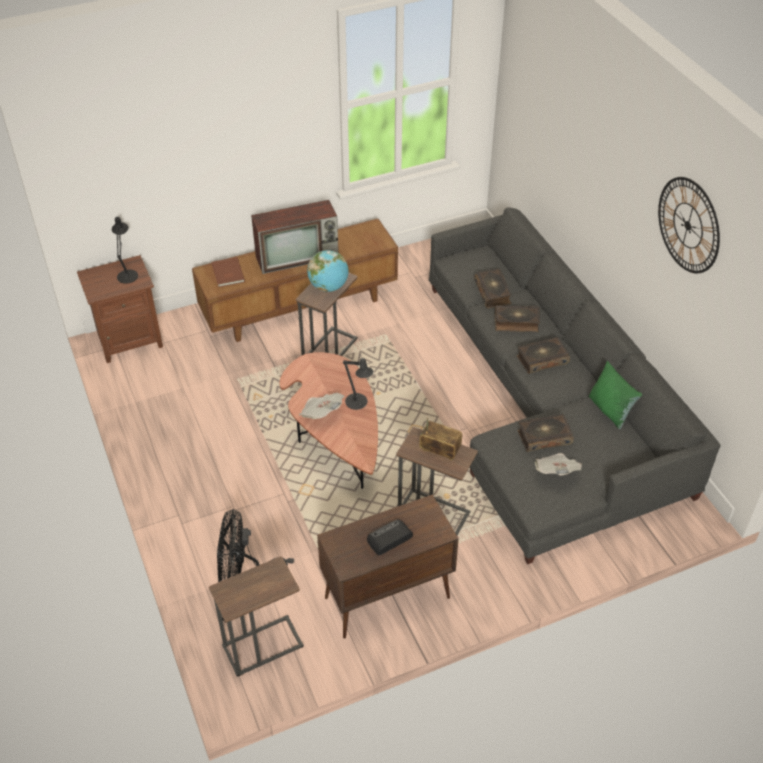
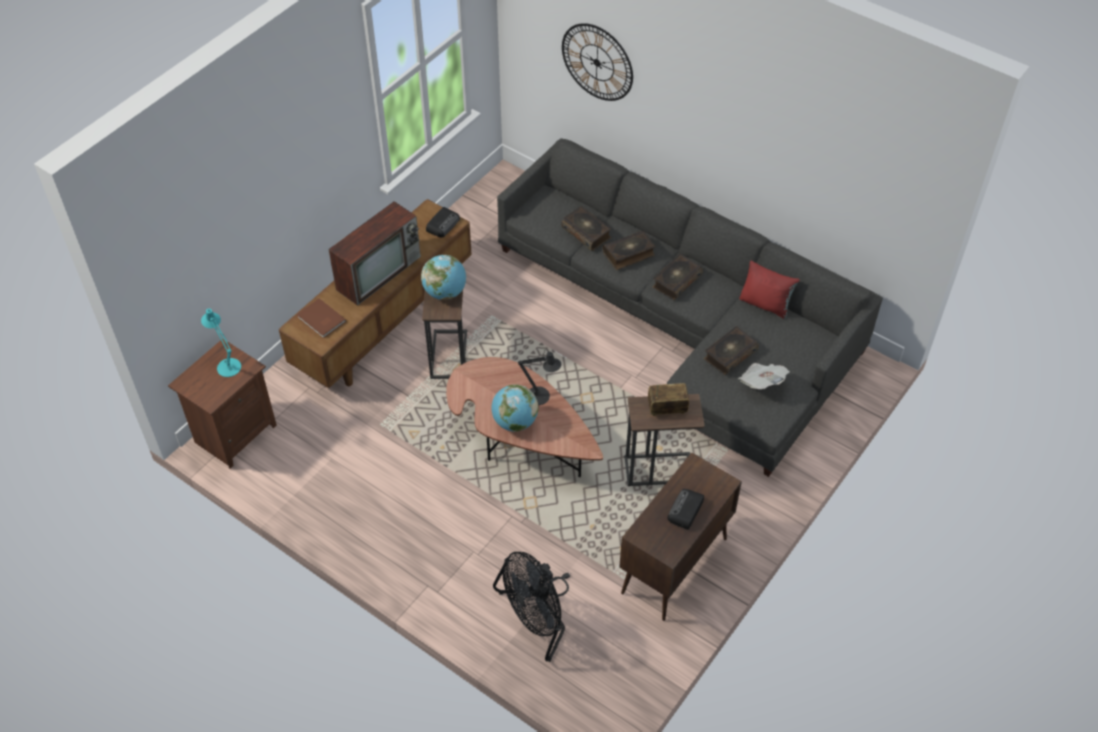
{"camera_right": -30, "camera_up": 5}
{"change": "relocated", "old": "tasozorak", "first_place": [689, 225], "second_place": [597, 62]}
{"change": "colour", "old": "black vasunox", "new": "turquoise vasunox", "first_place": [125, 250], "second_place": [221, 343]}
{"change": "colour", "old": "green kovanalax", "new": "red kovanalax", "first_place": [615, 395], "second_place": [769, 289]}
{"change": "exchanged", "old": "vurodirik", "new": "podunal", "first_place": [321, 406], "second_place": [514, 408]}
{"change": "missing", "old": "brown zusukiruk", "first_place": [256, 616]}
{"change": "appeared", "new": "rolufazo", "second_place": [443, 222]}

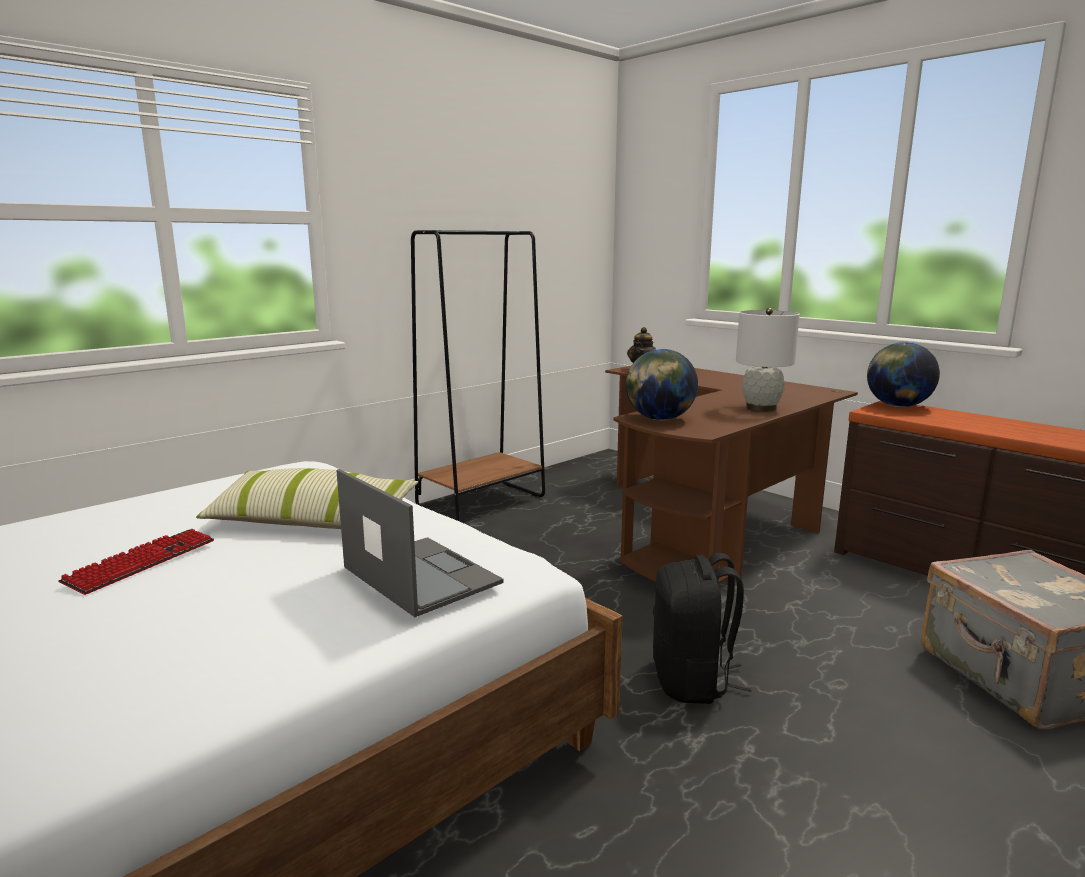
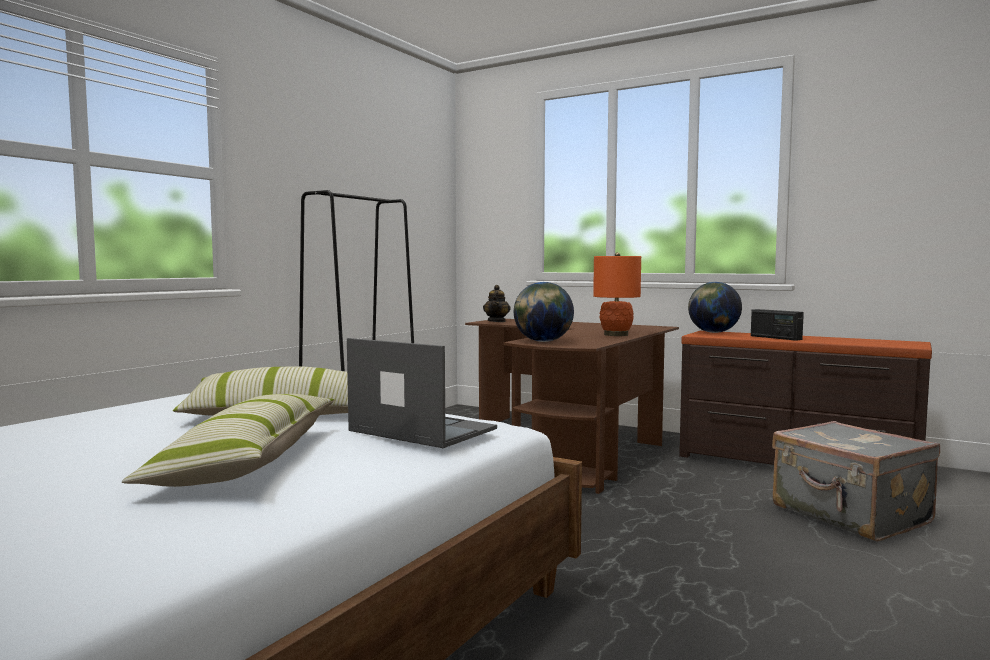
{"camera_right": -15, "camera_up": -10}
{"change": "colour", "old": "white vasunox", "new": "orange vasunox", "first_place": [768, 359], "second_place": [617, 294]}
{"change": "missing", "old": "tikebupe", "first_place": [136, 562]}
{"change": "missing", "old": "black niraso", "first_place": [702, 628]}
{"change": "appeared", "new": "rolufazo", "second_place": [777, 325]}
{"change": "appeared", "new": "kovanalax", "second_place": [228, 440]}

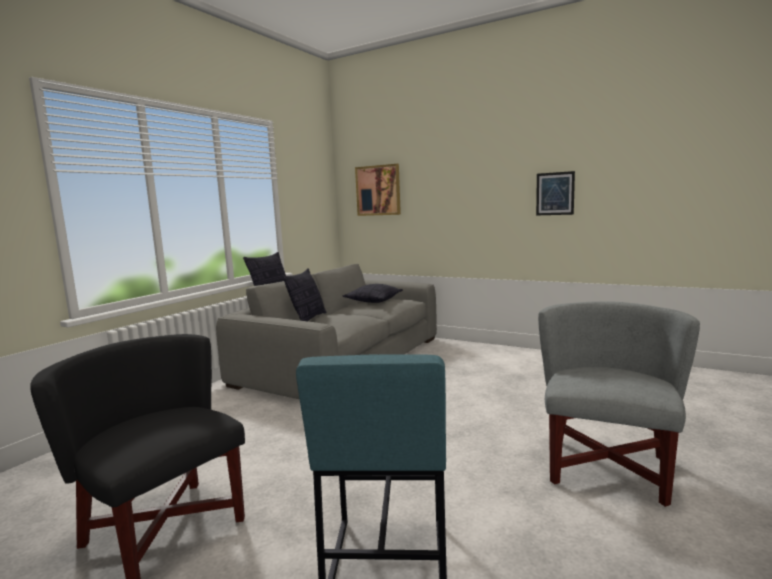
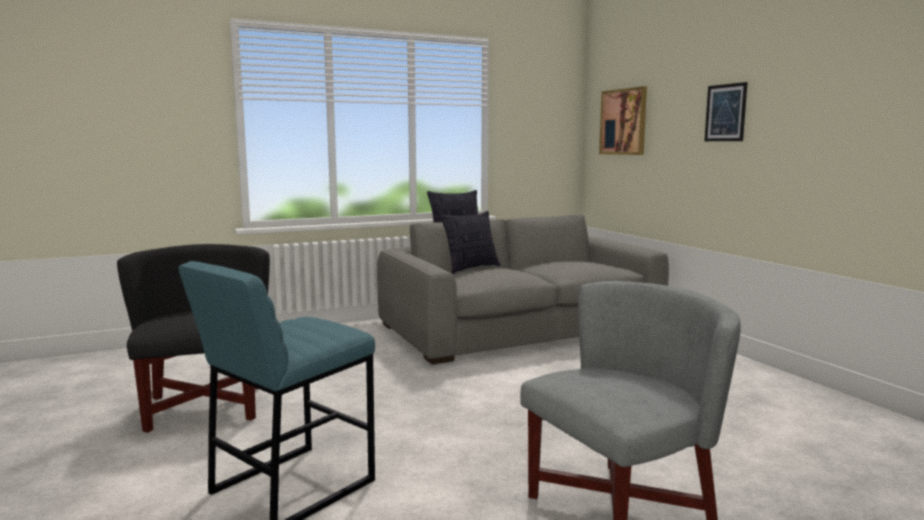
{"camera_right": 35, "camera_up": 0}
{"change": "relocated", "old": "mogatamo", "first_place": [555, 193], "second_place": [726, 111]}
{"change": "missing", "old": "kovanalax", "first_place": [373, 293]}

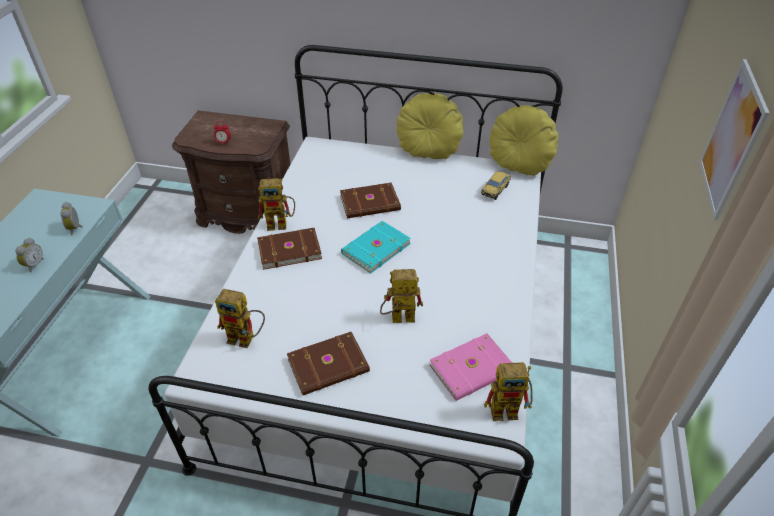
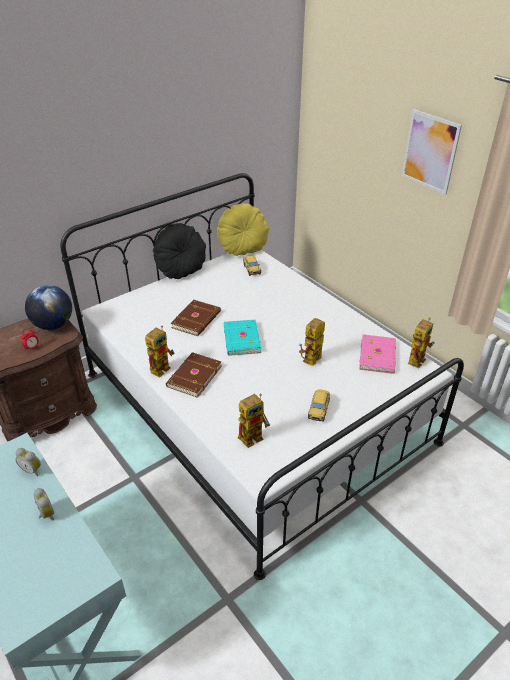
{"camera_right": -50, "camera_up": -5}
{"change": "colour", "old": "yellow kovanalax", "new": "black kovanalax", "first_place": [430, 126], "second_place": [179, 251]}
{"change": "exchanged", "old": "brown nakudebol", "new": "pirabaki", "first_place": [328, 363], "second_place": [319, 405]}
{"change": "appeared", "new": "podunal", "second_place": [48, 307]}

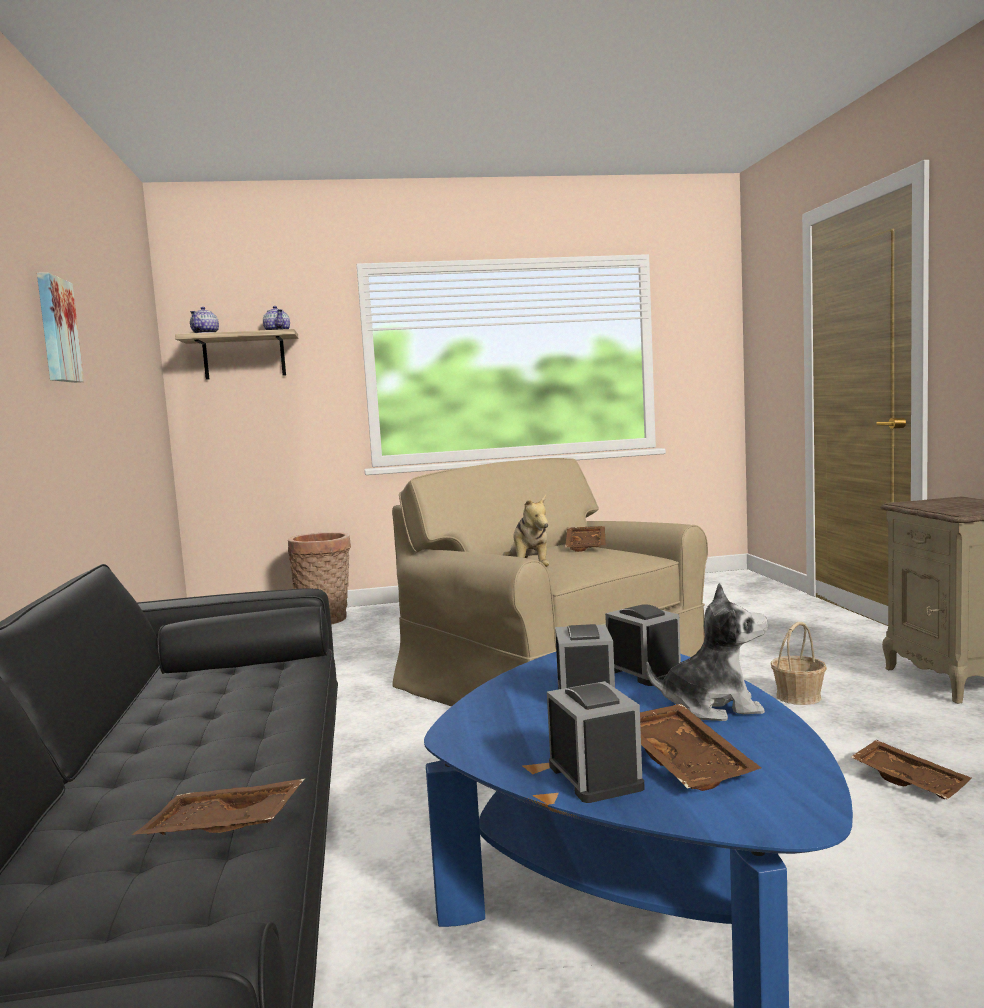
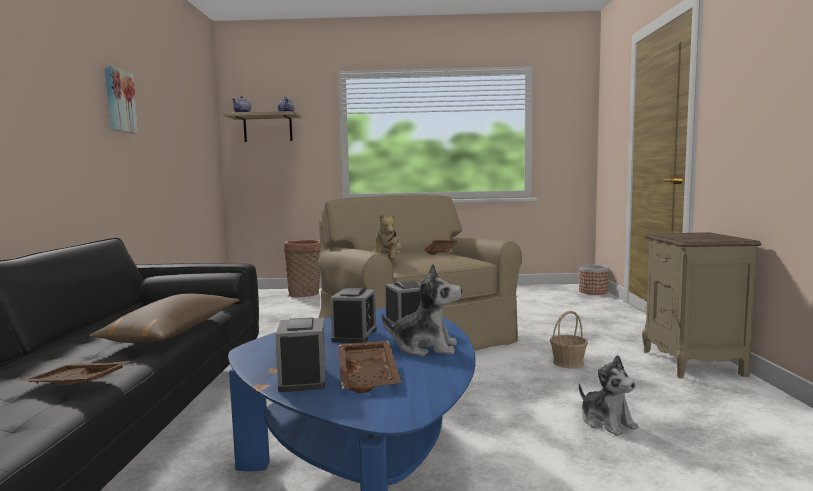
{"camera_right": 10, "camera_up": 0}
{"change": "exchanged", "old": "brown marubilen", "new": "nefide", "first_place": [911, 769], "second_place": [609, 395]}
{"change": "appeared", "new": "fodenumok", "second_place": [594, 279]}
{"change": "appeared", "new": "brown kovanalax", "second_place": [164, 318]}

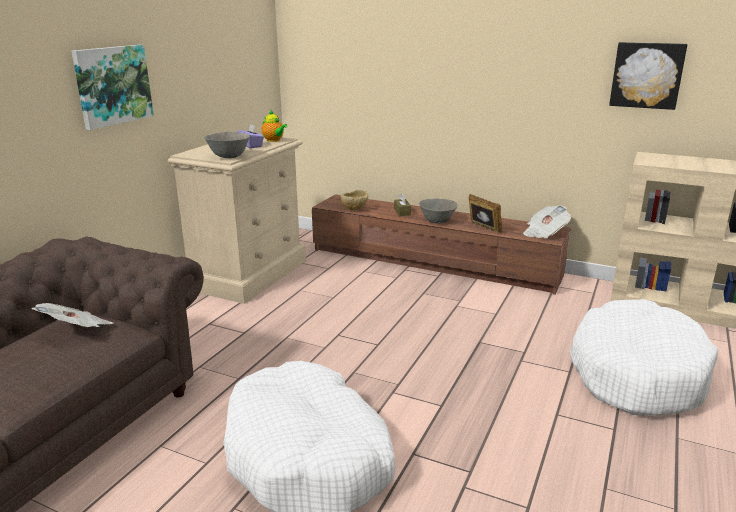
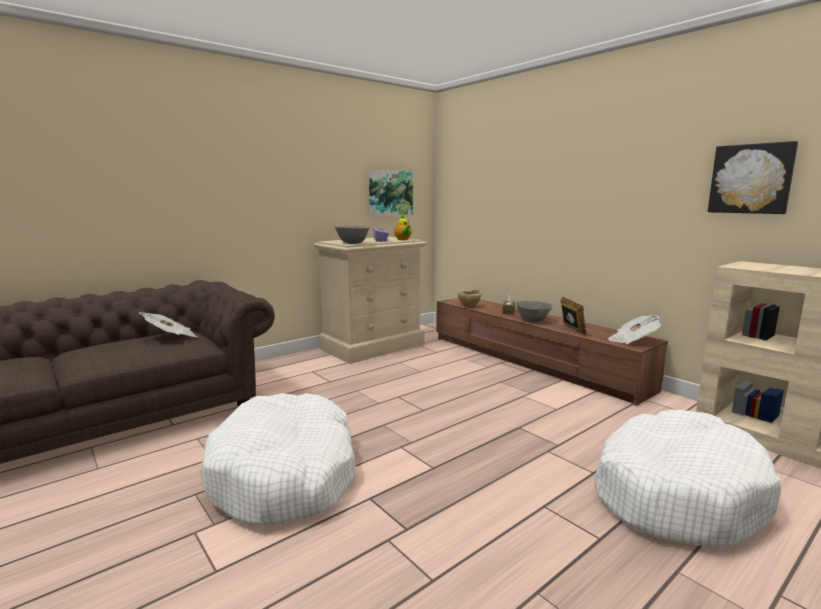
{"camera_right": 25, "camera_up": -10}
{"change": "relocated", "old": "mogatamo", "first_place": [112, 87], "second_place": [391, 193]}

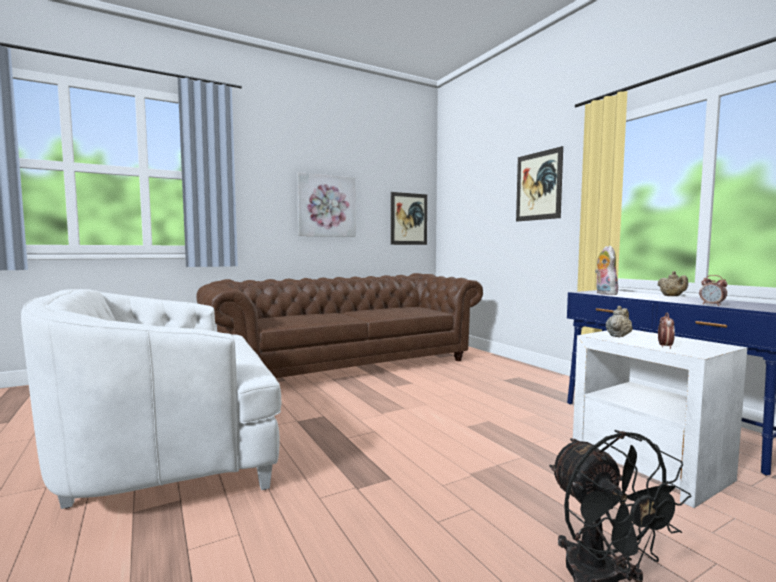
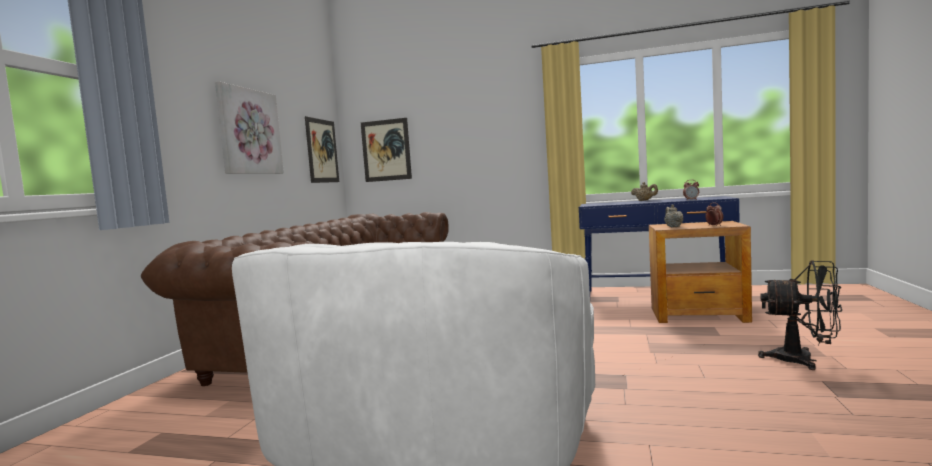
{"camera_right": -45, "camera_up": 0}
{"change": "relocated", "old": "mogatamo", "first_place": [539, 184], "second_place": [386, 150]}
{"change": "missing", "old": "nefide", "first_place": [606, 270]}
{"change": "colour", "old": "white zusukiruk", "new": "brown zusukiruk", "first_place": [660, 419], "second_place": [700, 272]}

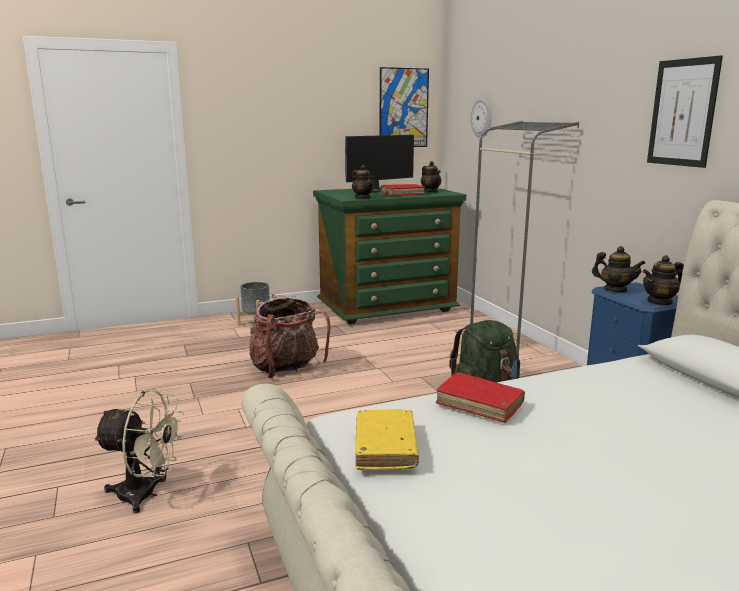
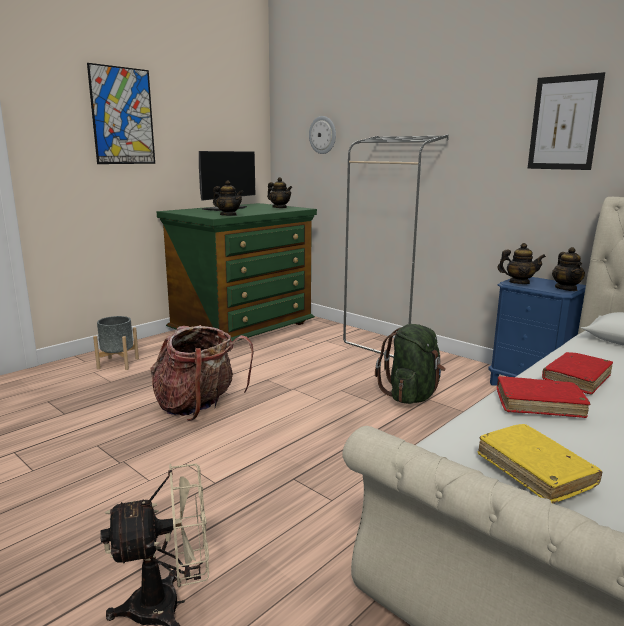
{"camera_right": -25, "camera_up": 0}
{"change": "relocated", "old": "mogatamo", "first_place": [404, 107], "second_place": [121, 113]}
{"change": "relocated", "old": "red nakudebol", "first_place": [403, 190], "second_place": [577, 373]}
{"change": "spun", "old": "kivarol", "first_place": [663, 280], "second_place": [568, 269], "degrees": -45}

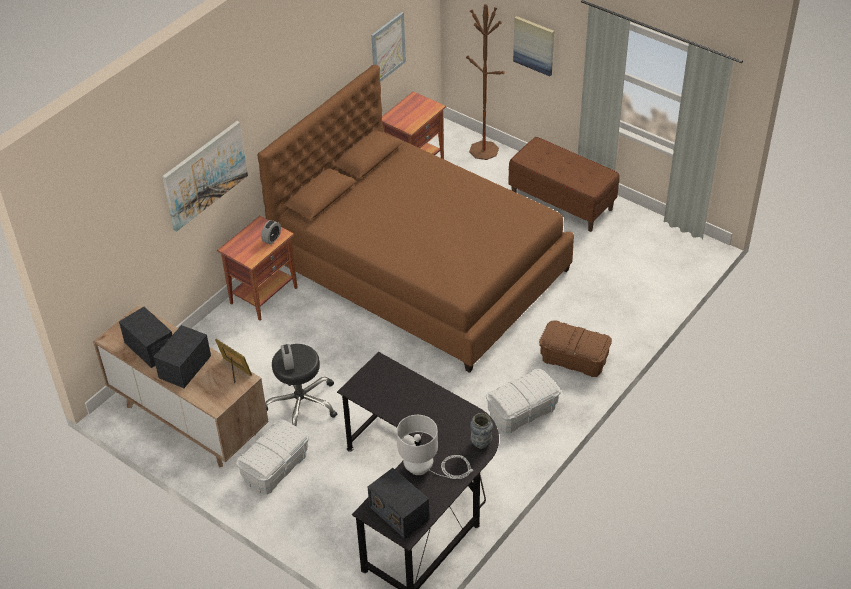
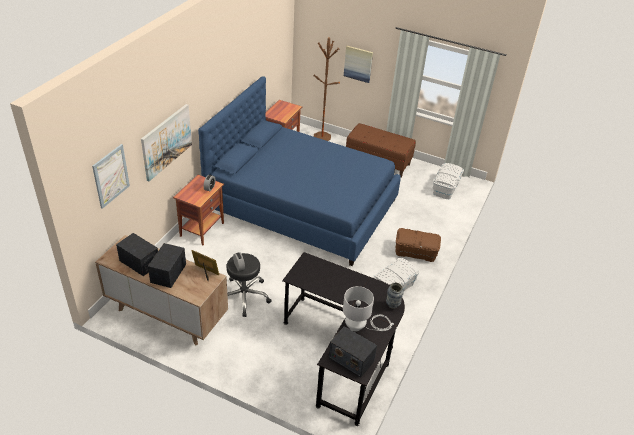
{"camera_right": -15, "camera_up": -5}
{"change": "relocated", "old": "mogatamo", "first_place": [388, 47], "second_place": [111, 176]}
{"change": "colour", "old": "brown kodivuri", "new": "blue kodivuri", "first_place": [416, 219], "second_place": [299, 171]}
{"change": "relocated", "old": "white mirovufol", "first_place": [272, 457], "second_place": [448, 181]}

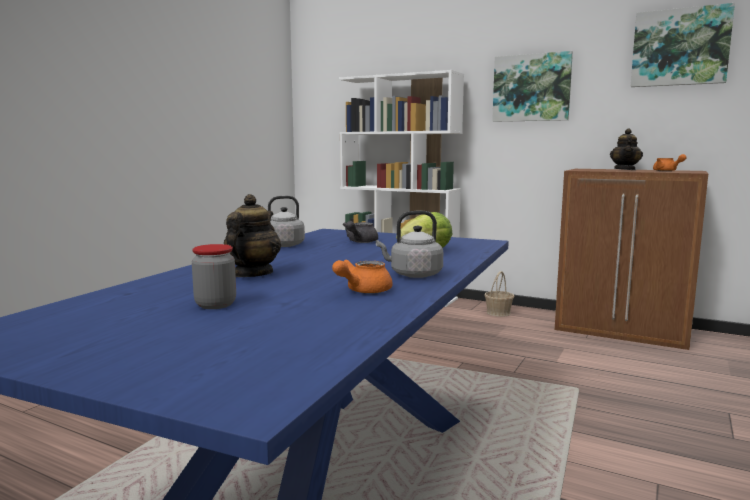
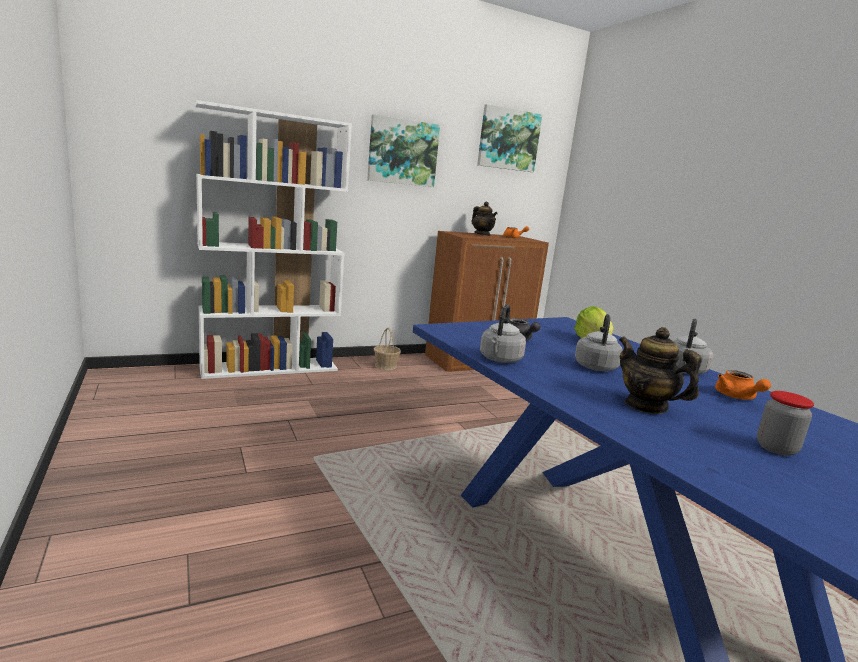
{"camera_right": -55, "camera_up": 5}
{"change": "appeared", "new": "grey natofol", "second_place": [599, 342]}

